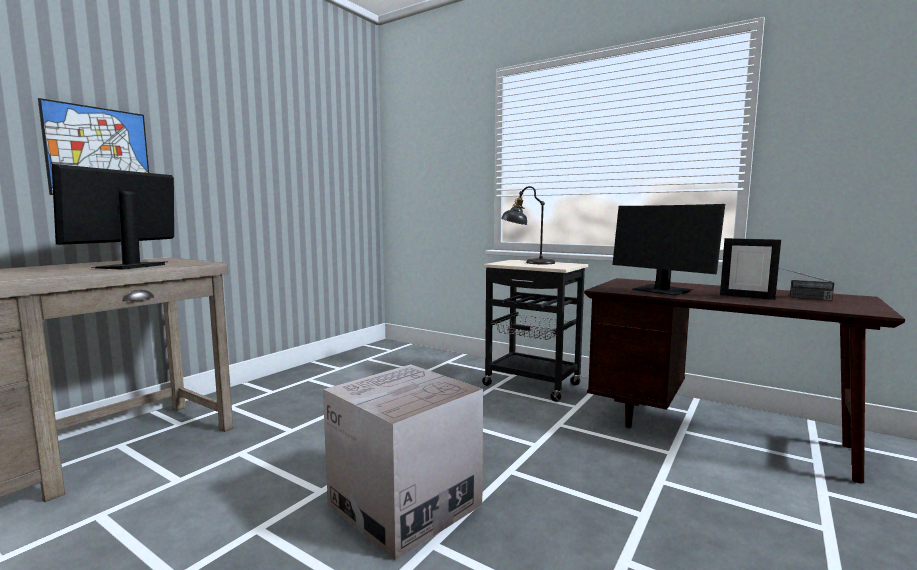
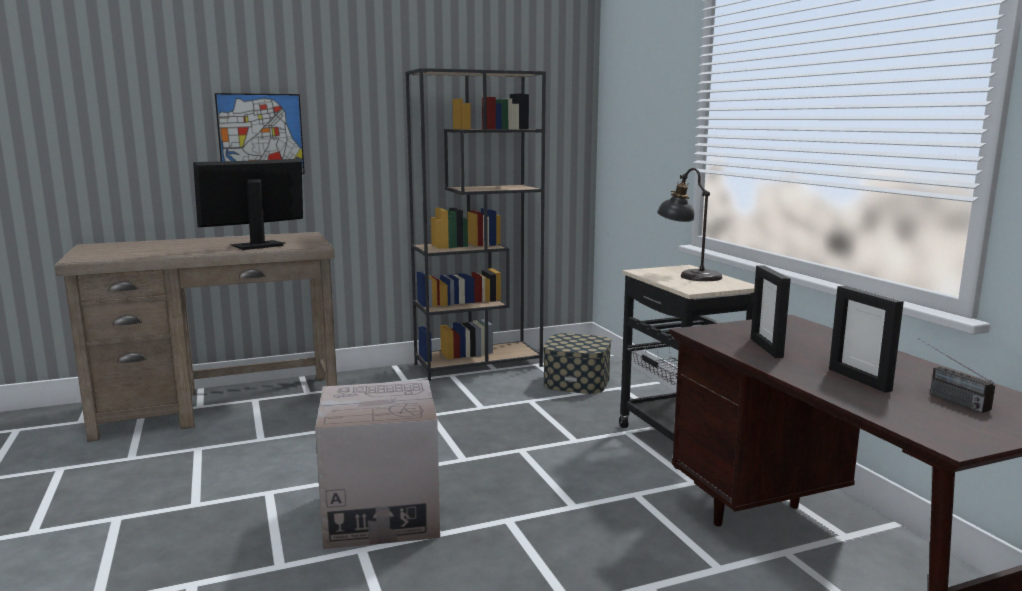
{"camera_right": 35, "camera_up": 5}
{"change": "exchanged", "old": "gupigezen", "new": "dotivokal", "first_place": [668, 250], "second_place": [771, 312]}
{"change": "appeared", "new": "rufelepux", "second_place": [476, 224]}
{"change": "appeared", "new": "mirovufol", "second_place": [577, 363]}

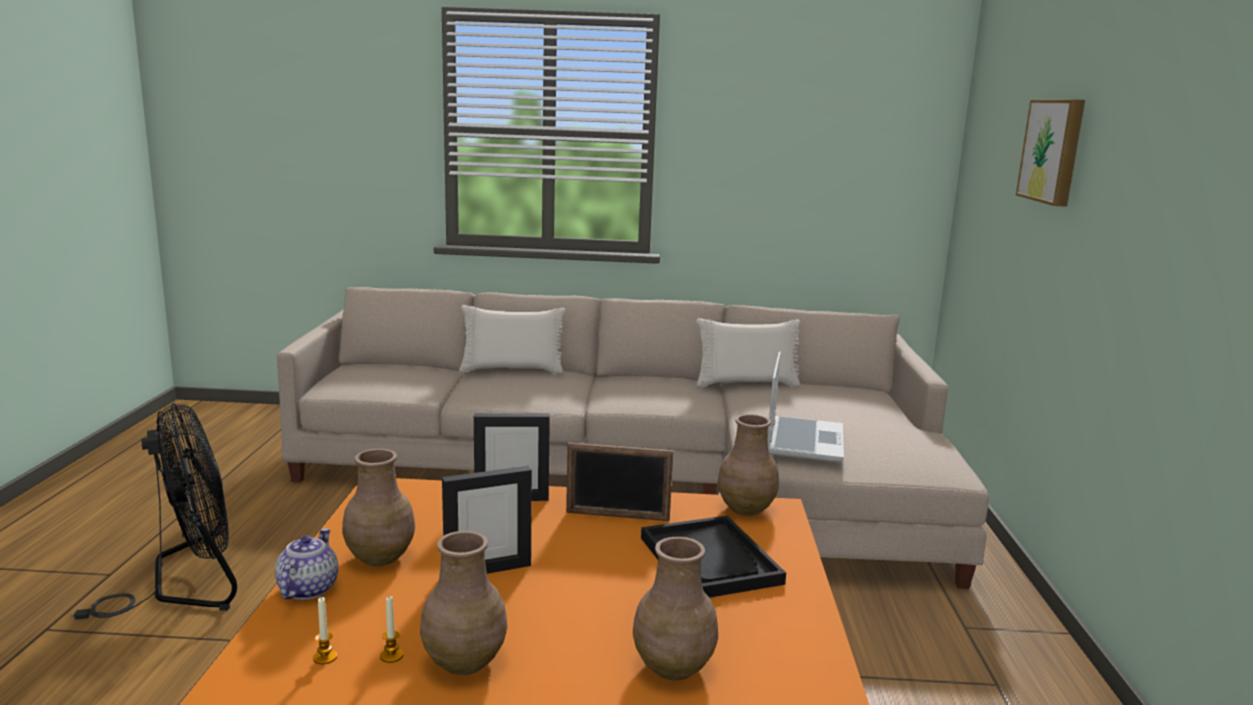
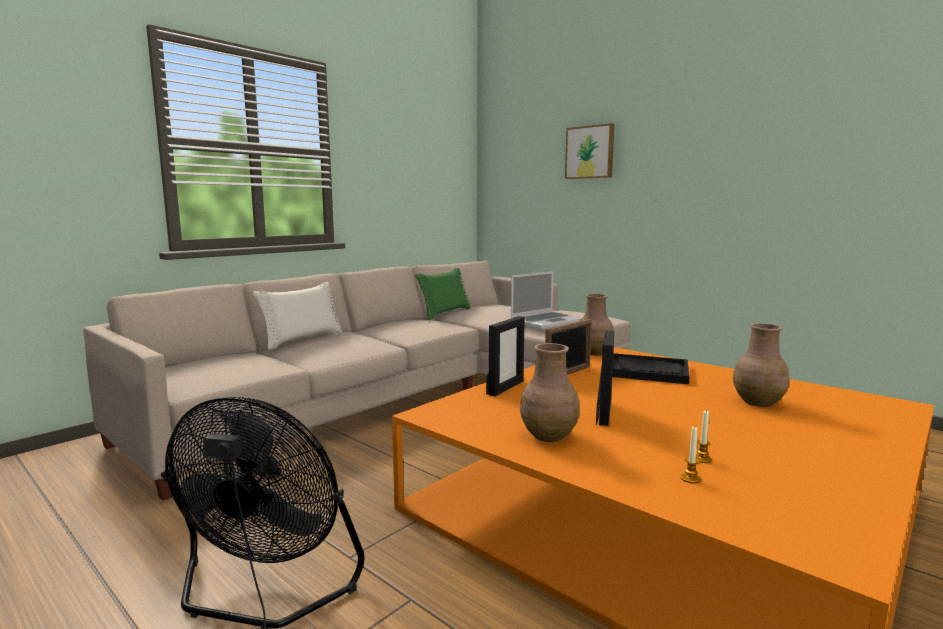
{"camera_right": -50, "camera_up": -5}
{"change": "colour", "old": "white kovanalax", "new": "green kovanalax", "first_place": [748, 352], "second_place": [442, 294]}
{"change": "spun", "old": "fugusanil", "first_place": [806, 407], "second_place": [546, 300], "degrees": 90}
{"change": "missing", "old": "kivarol", "first_place": [306, 564]}
{"change": "missing", "old": "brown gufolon", "first_place": [463, 603]}

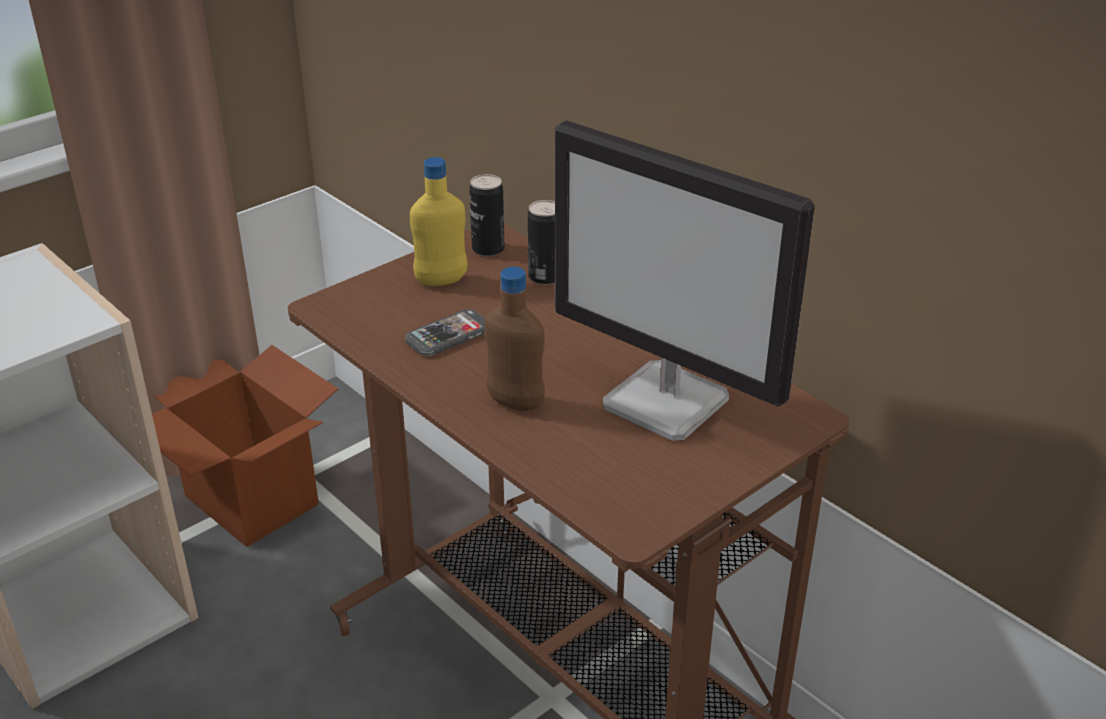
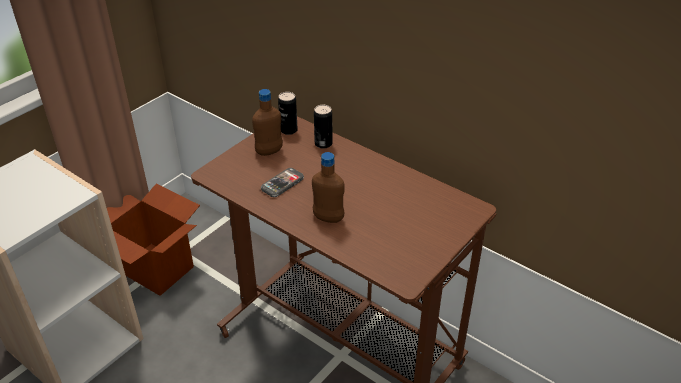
{"camera_right": -10, "camera_up": 5}
{"change": "missing", "old": "gupigezen", "first_place": [685, 280]}
{"change": "colour", "old": "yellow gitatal", "new": "brown gitatal", "first_place": [439, 221], "second_place": [267, 122]}

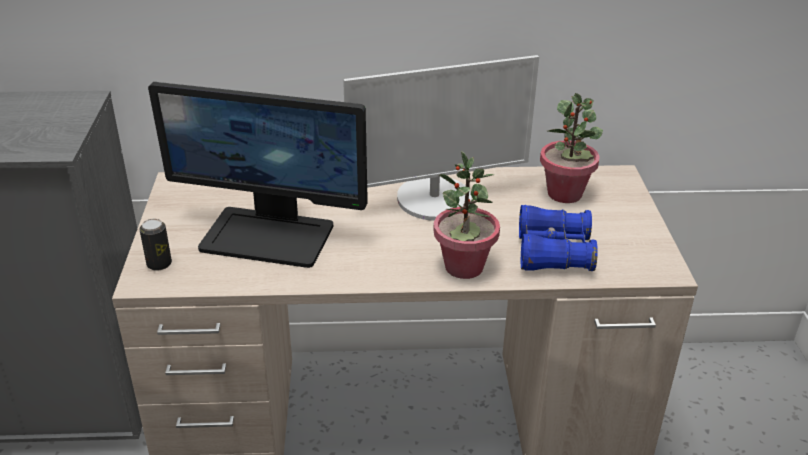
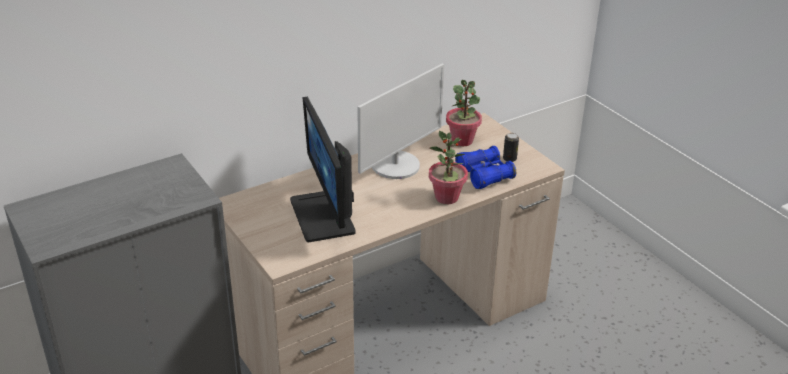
{"camera_right": -30, "camera_up": 0}
{"change": "spun", "old": "gupigezen", "first_place": [258, 175], "second_place": [323, 169], "degrees": 90}
{"change": "relocated", "old": "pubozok", "first_place": [155, 245], "second_place": [511, 147]}

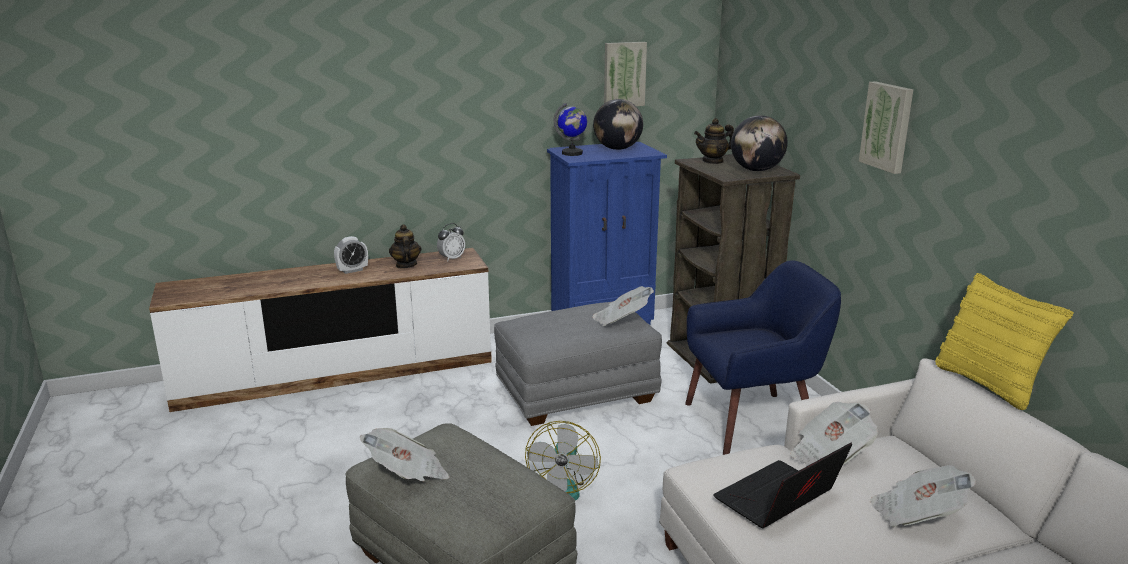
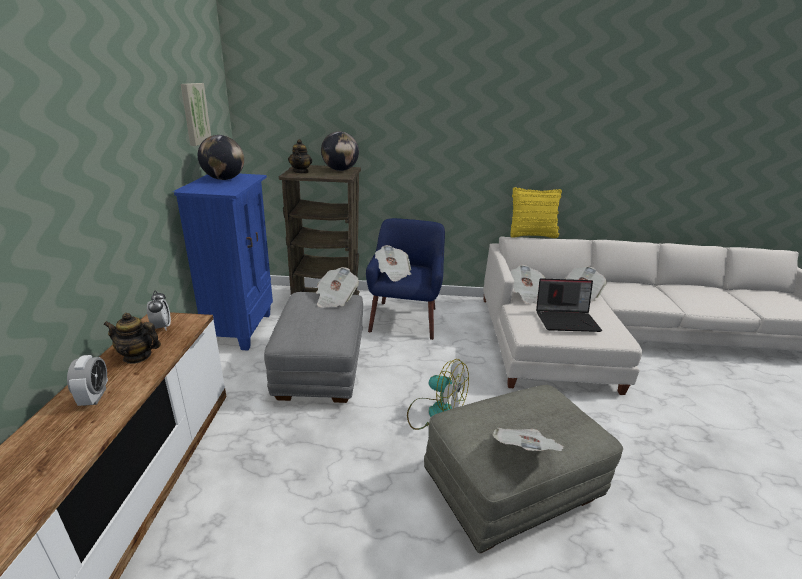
{"camera_right": -70, "camera_up": 5}
{"change": "missing", "old": "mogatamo", "first_place": [886, 127]}
{"change": "missing", "old": "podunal", "first_place": [570, 129]}
{"change": "spun", "old": "fugusanil", "first_place": [782, 485], "second_place": [569, 305], "degrees": -75}
{"change": "appeared", "new": "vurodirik", "second_place": [393, 263]}

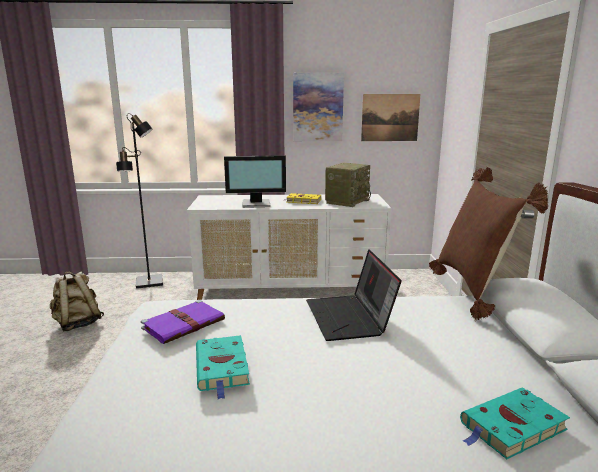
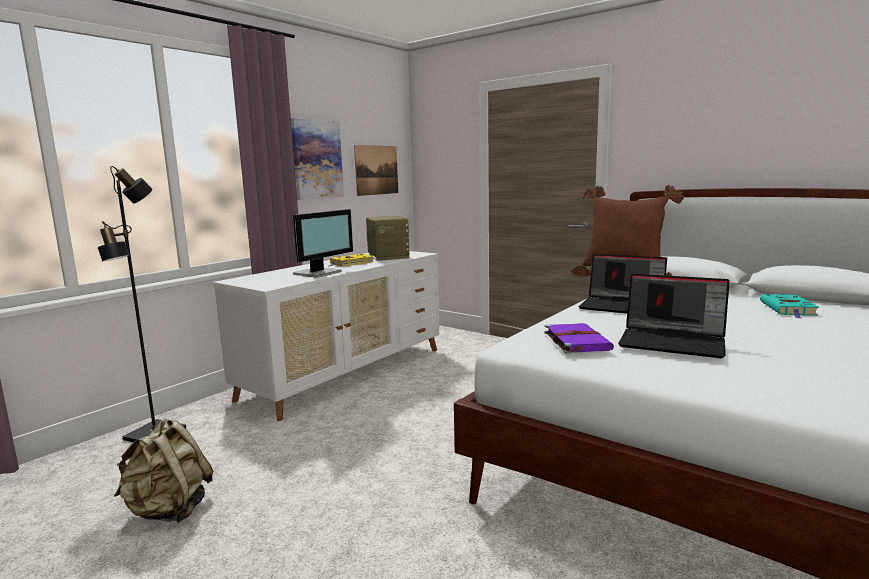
{"camera_right": -50, "camera_up": -5}
{"change": "exchanged", "old": "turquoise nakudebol", "new": "fugusanil", "first_place": [223, 367], "second_place": [674, 316]}

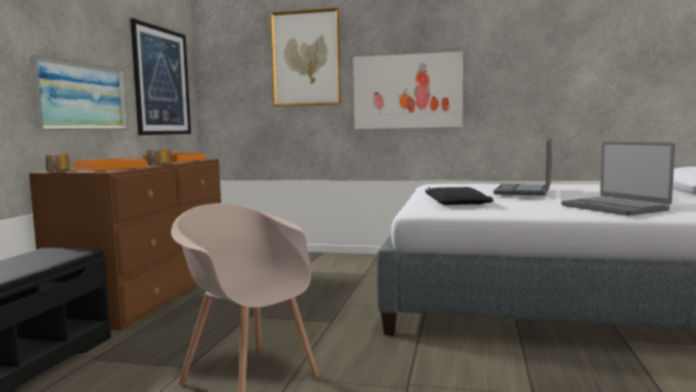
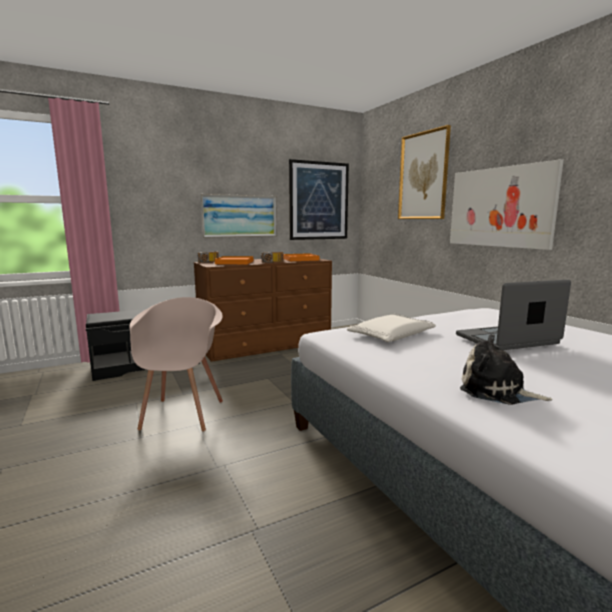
{"camera_right": 50, "camera_up": 5}
{"change": "exchanged", "old": "fugusanil", "new": "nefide", "first_place": [618, 179], "second_place": [506, 369]}
{"change": "colour", "old": "black kovanalax", "new": "white kovanalax", "first_place": [459, 196], "second_place": [391, 327]}

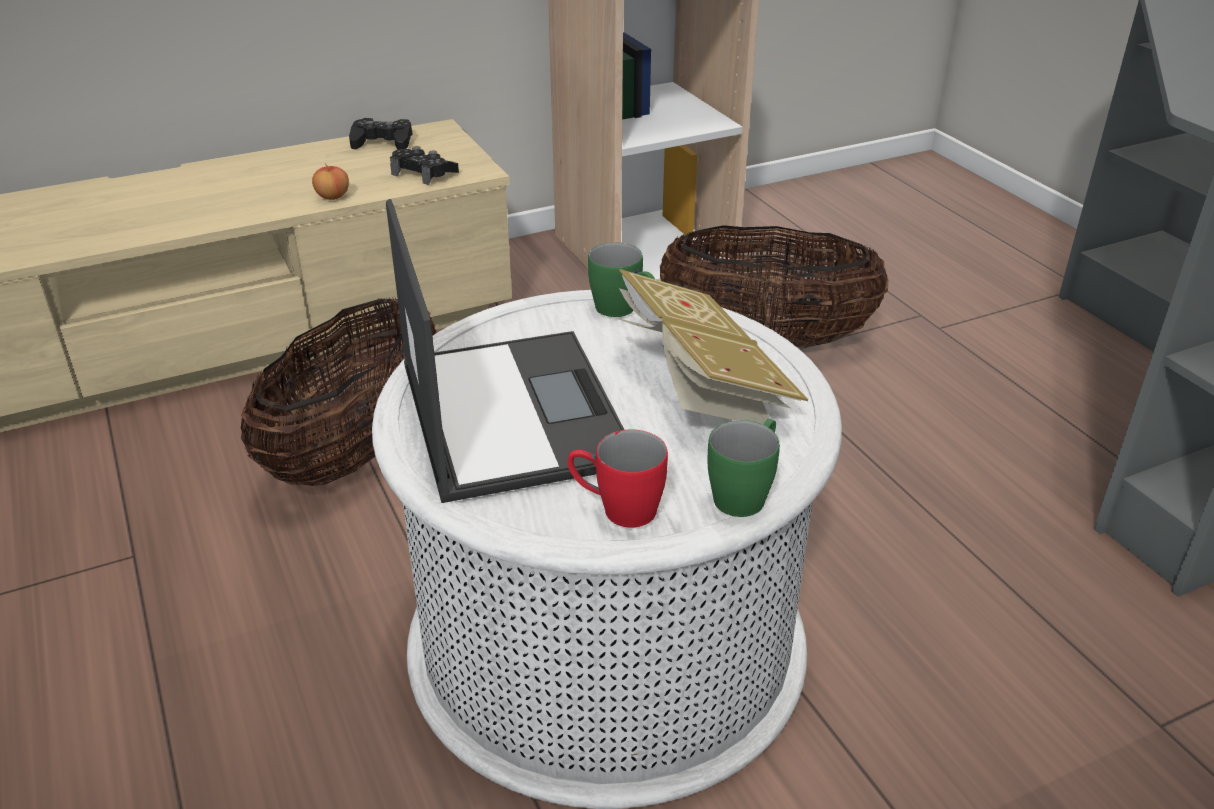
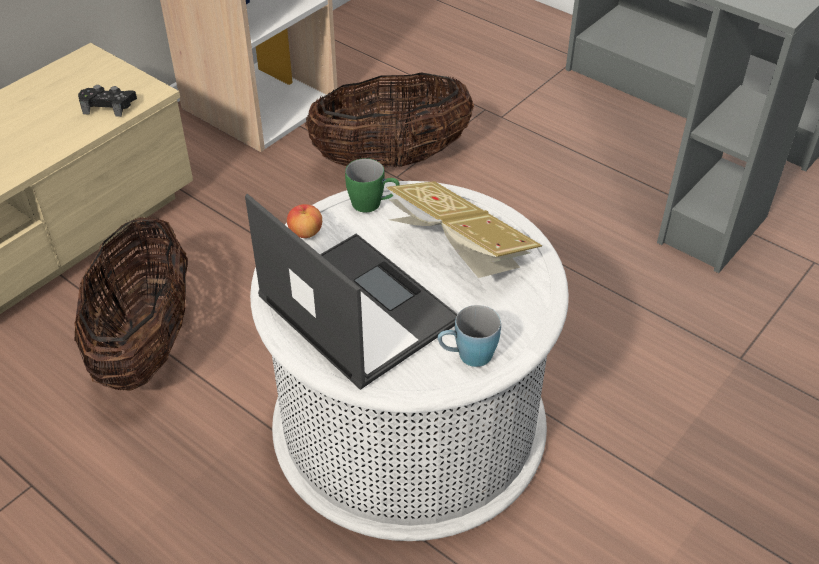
{"camera_right": -25, "camera_up": 10}
{"change": "missing", "old": "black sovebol", "first_place": [380, 133]}
{"change": "relocated", "old": "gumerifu", "first_place": [330, 181], "second_place": [304, 221]}
{"change": "missing", "old": "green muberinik", "first_place": [743, 468]}
{"change": "colour", "old": "red muberinik", "new": "blue muberinik", "first_place": [617, 479], "second_place": [469, 336]}

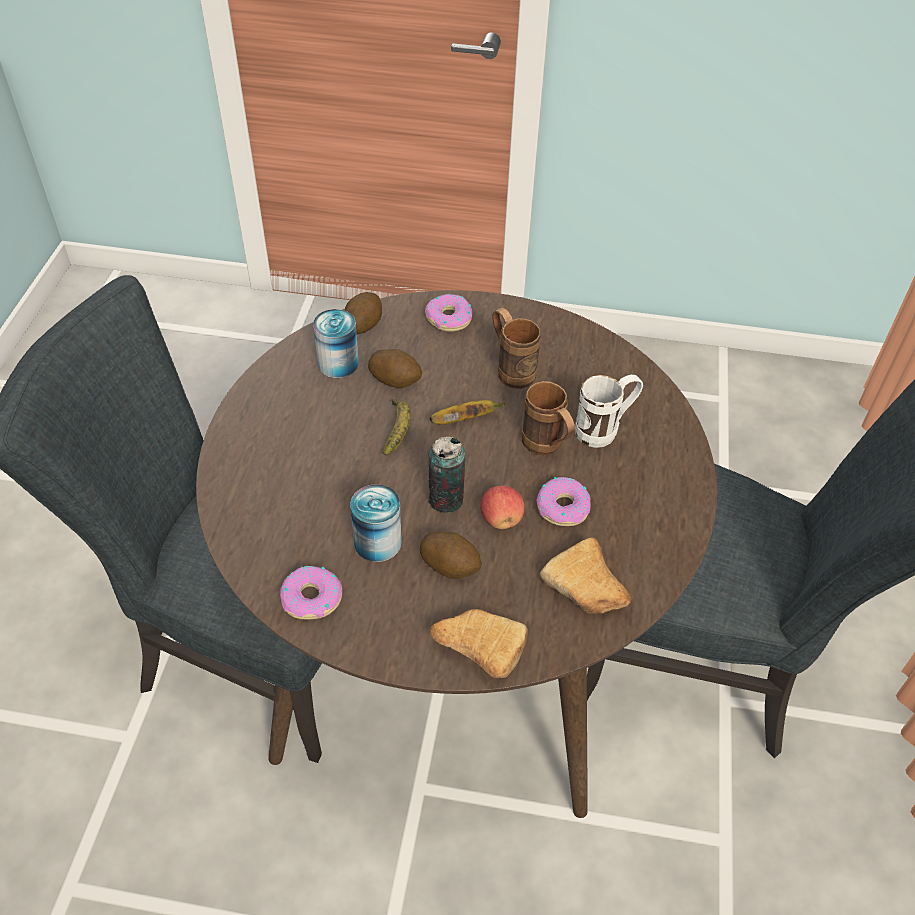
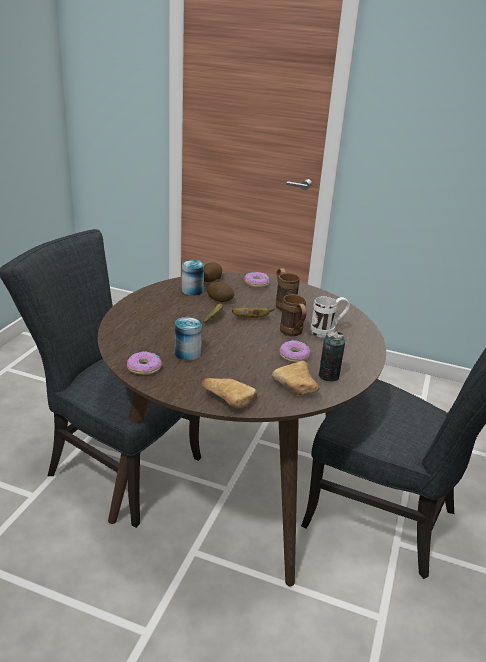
{"camera_right": 10, "camera_up": -20}
{"change": "relocated", "old": "pubozok", "first_place": [446, 475], "second_place": [331, 356]}
{"change": "missing", "old": "gumerifu", "first_place": [502, 507]}
{"change": "missing", "old": "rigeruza", "first_place": [451, 555]}

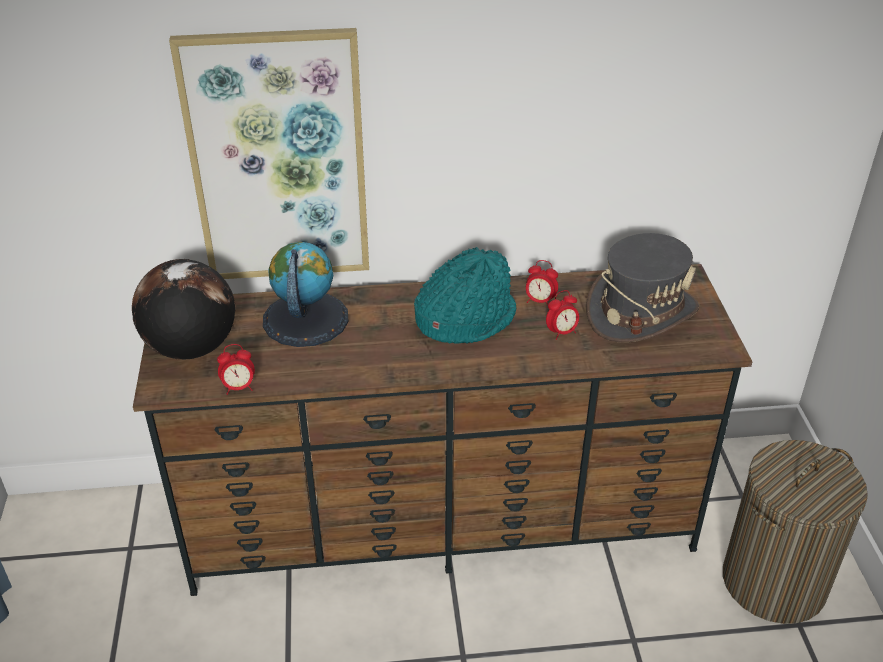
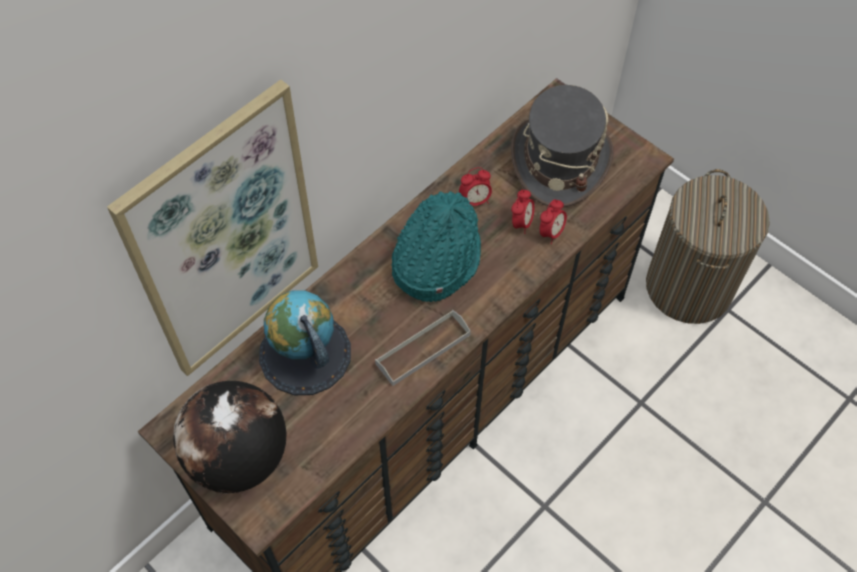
{"camera_right": -40, "camera_up": 20}
{"change": "relocated", "old": "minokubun", "first_place": [236, 369], "second_place": [553, 221]}
{"change": "appeared", "new": "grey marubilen", "second_place": [423, 348]}

